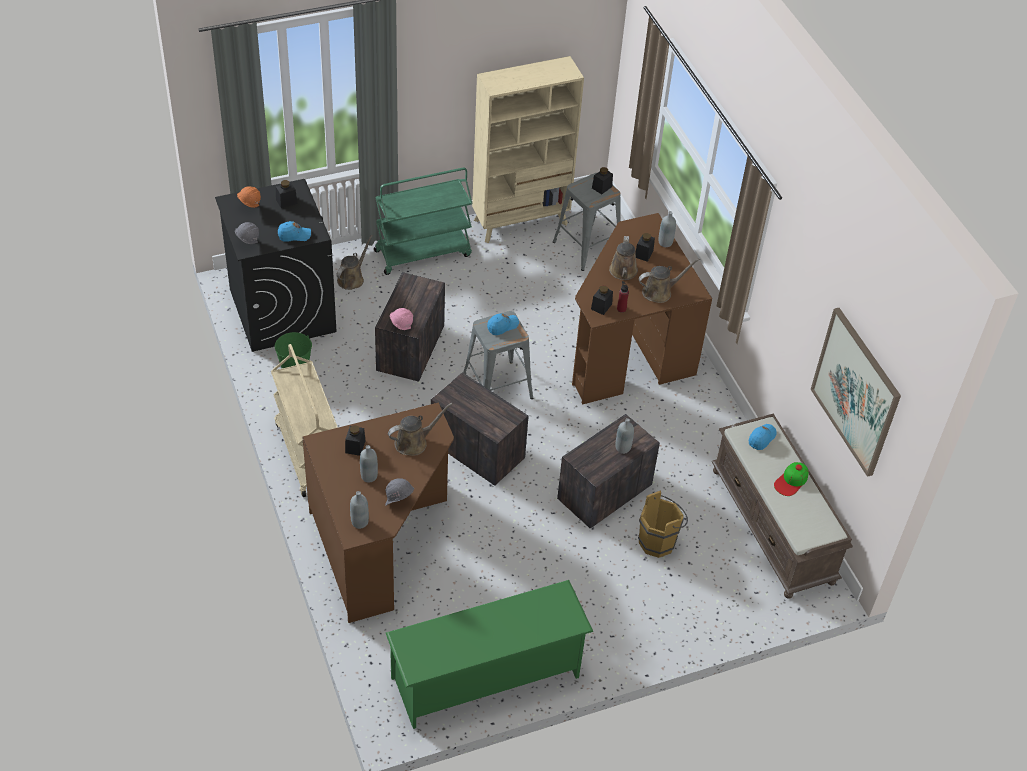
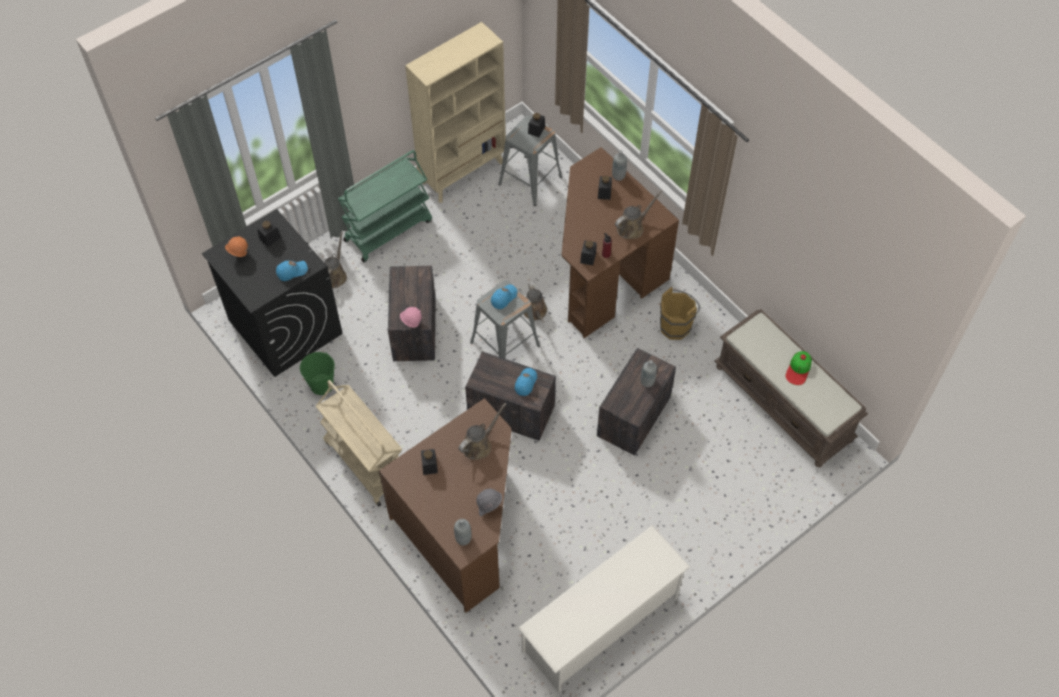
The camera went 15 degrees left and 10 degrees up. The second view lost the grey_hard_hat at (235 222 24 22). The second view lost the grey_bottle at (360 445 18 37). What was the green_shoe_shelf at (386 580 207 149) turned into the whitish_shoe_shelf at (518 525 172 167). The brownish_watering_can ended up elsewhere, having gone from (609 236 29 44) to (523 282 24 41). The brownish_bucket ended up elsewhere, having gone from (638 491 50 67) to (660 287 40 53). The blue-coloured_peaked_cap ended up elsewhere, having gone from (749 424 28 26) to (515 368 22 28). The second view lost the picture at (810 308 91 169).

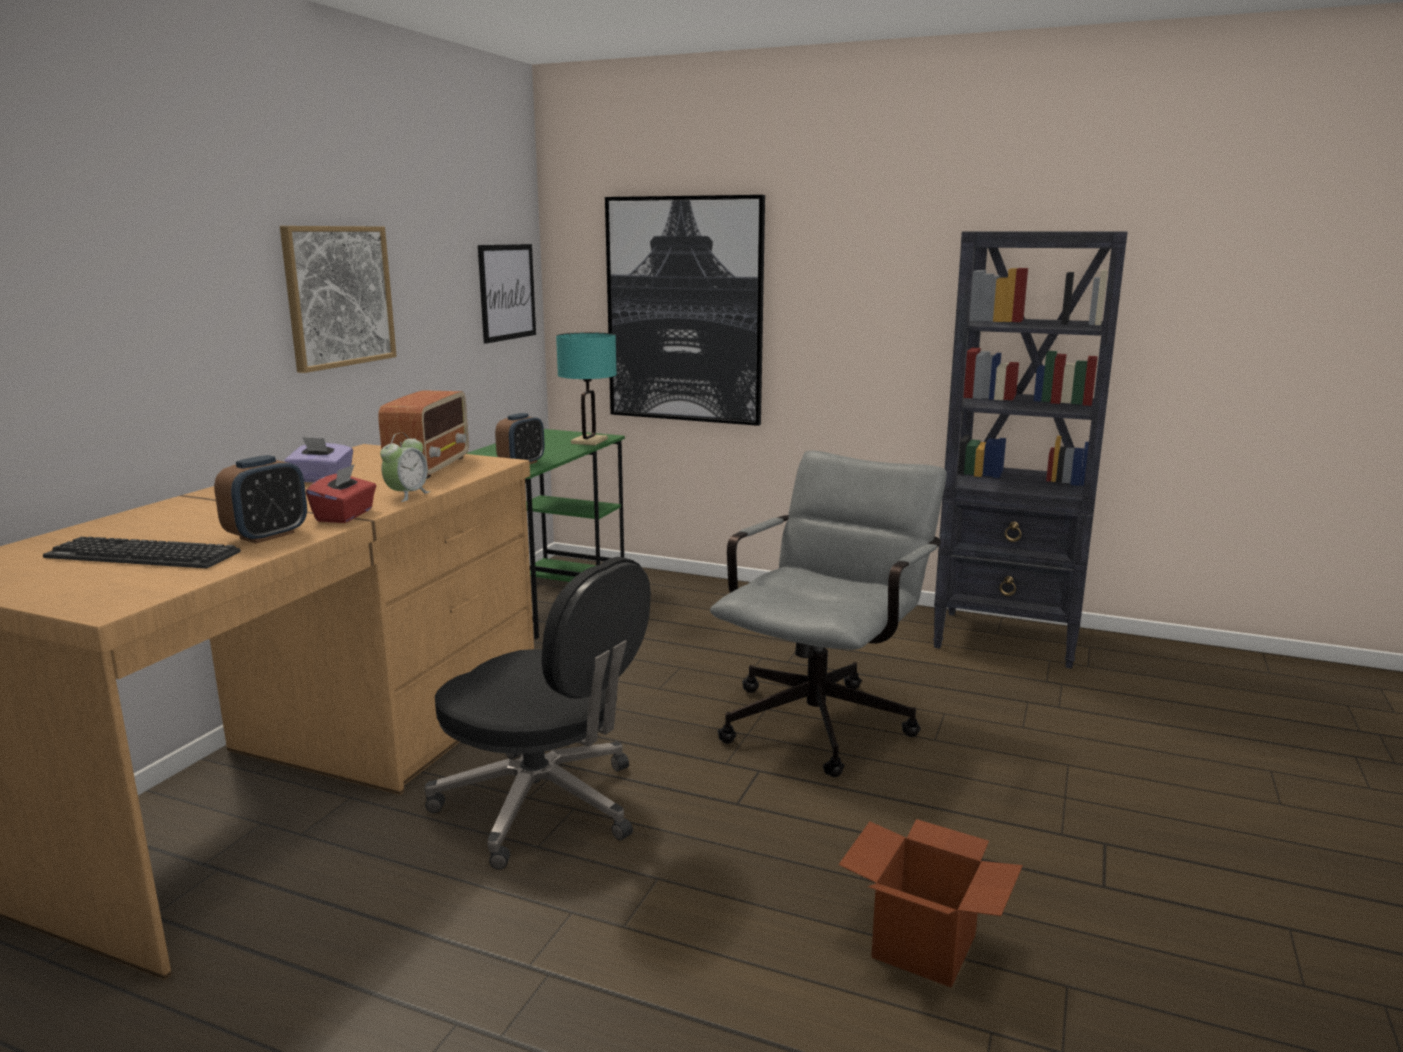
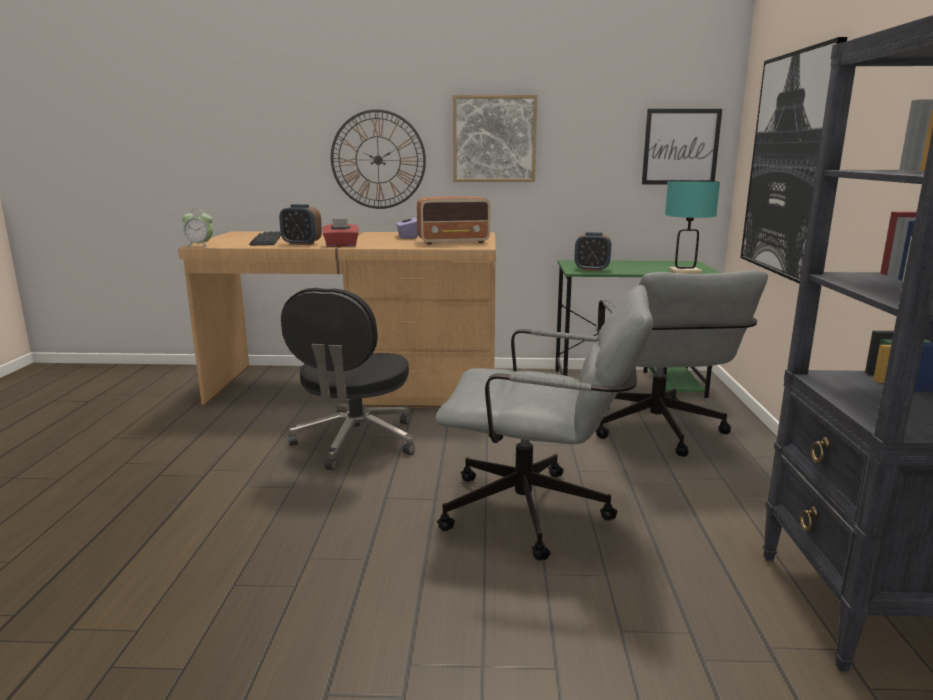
The camera went 70 degrees right and 0 degrees up. The alarm_clock ended up elsewhere, having gone from (380 433 51 69) to (182 211 31 36). The second view lost the cardboard_box at (839 819 184 169). The second view gained the clock_on_the_wall at (331 109 95 100). The second view gained the grey_desk_chair at (595 270 173 187).

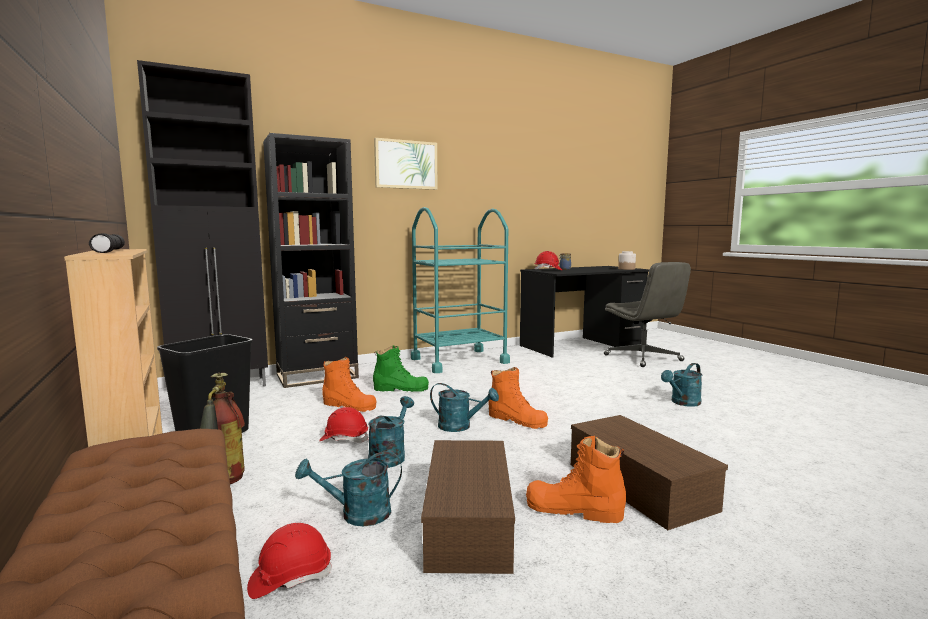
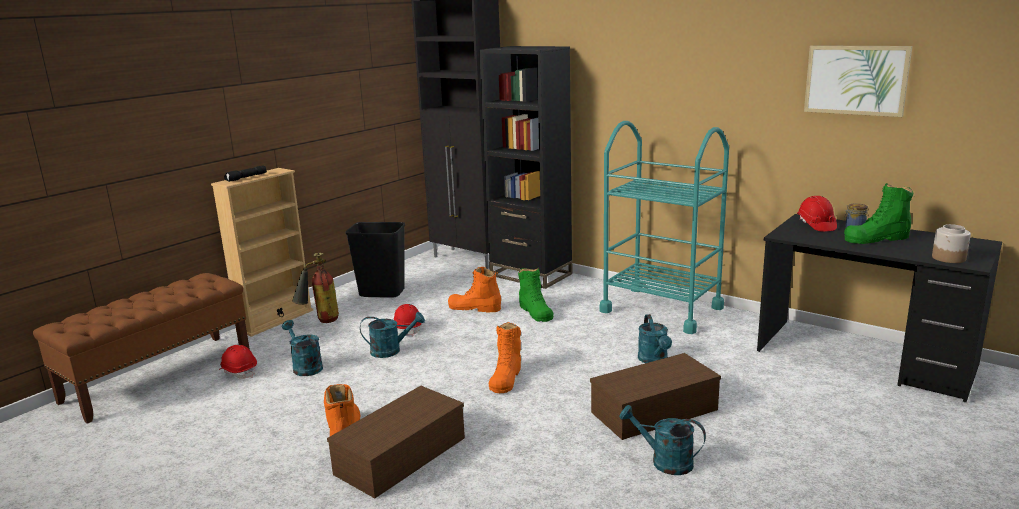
The camera went 65 degrees right and 10 degrees up. The orange-coloured_boot at (322 357 55 55) ended up facing another way, 105 degrees clockwise from before. The picture ended up elsewhere, having gone from (374 138 64 52) to (804 45 108 72). The brownish_storage_bin ended up elsewhere, having gone from (421 440 94 134) to (590 353 131 87). The turquoise_watering_can ended up elsewhere, having gone from (430 383 69 49) to (638 314 34 49). The second view lost the grey_desk_chair at (604 262 87 105). The second view gained the green_boot at (844 183 69 61).

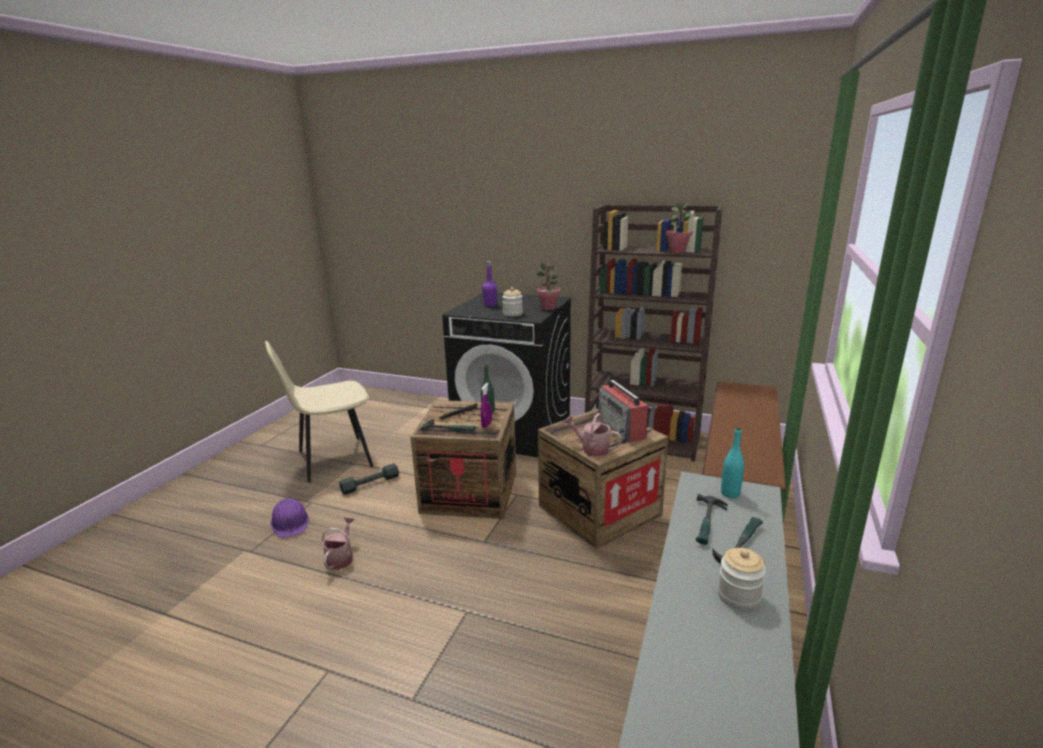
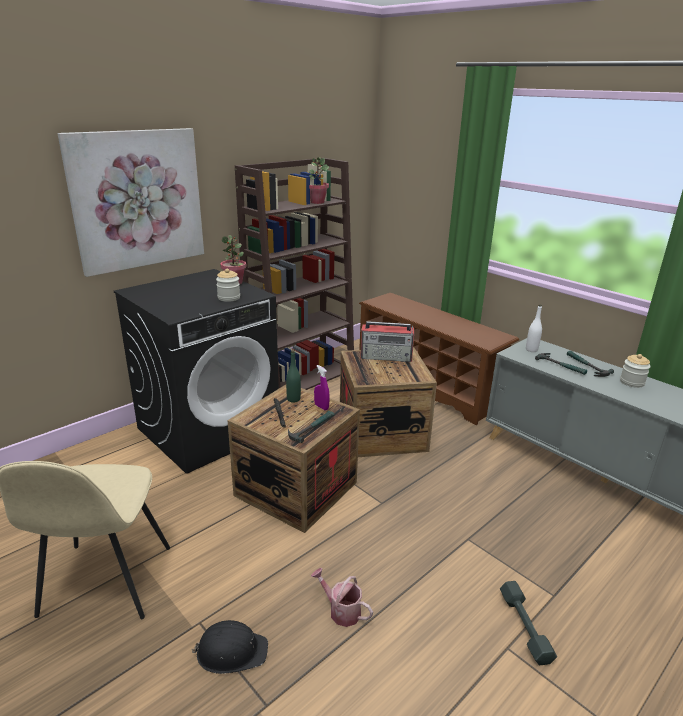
The camera went 65 degrees left and 5 degrees up. What was the purplish_hard_hat at (270 498 39 40) turned into the black_hard_hat at (191 620 77 54). The grey_hand_weight ended up elsewhere, having gone from (339 463 60 32) to (500 581 57 84). The second view lost the purplish_bottle at (482 261 15 46). The second view lost the watering_can at (564 413 58 43). What was the turquoise_bottle at (721 427 23 71) turned into the whitish_bottle at (526 304 16 48). The second view gained the picture at (58 128 146 149).

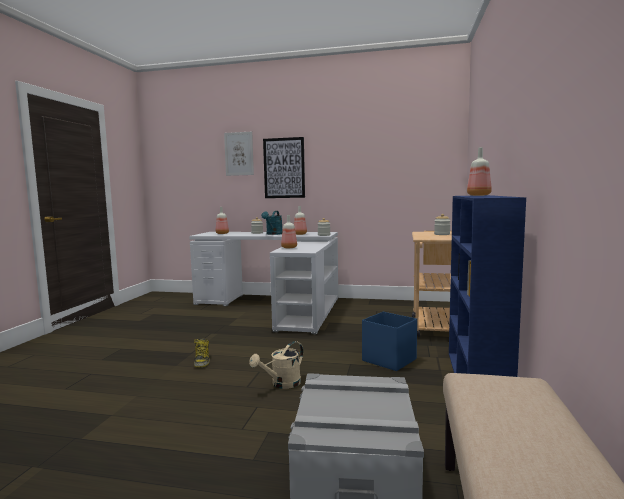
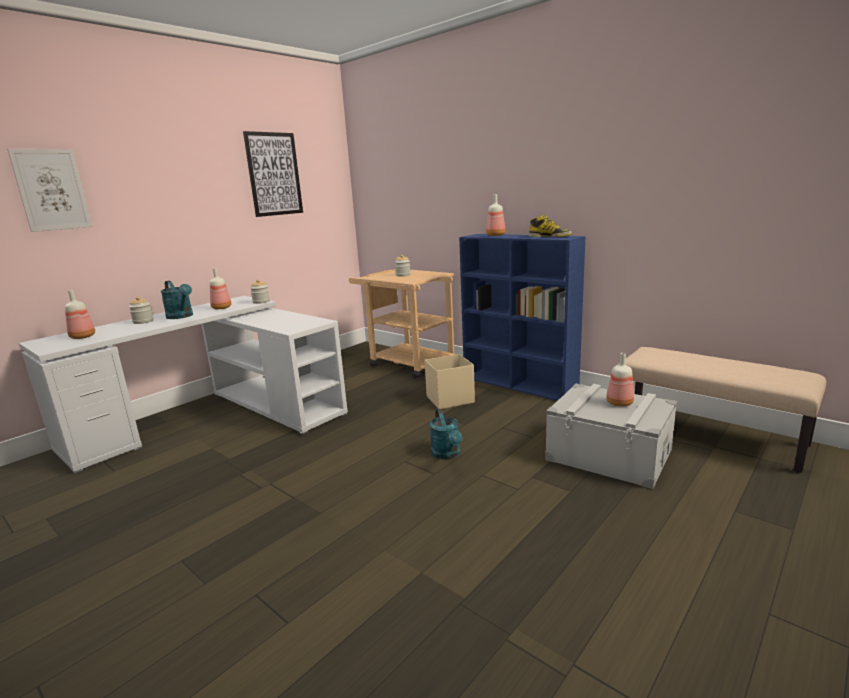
The camera went 60 degrees left and 10 degrees up. The boot ended up elsewhere, having gone from (194 338 15 29) to (529 215 43 22). What was the sand-coloured_watering_can at (249 341 54 48) turned into the turquoise_watering_can at (430 409 32 51). The picture ended up elsewhere, having gone from (263 137 42 61) to (243 131 60 86). The bottle ended up elsewhere, having gone from (281 215 16 33) to (606 353 28 54). What was the blue-coloured_storage_bin at (362 312 55 59) turned into the sand-coloured_storage_bin at (425 354 50 55).

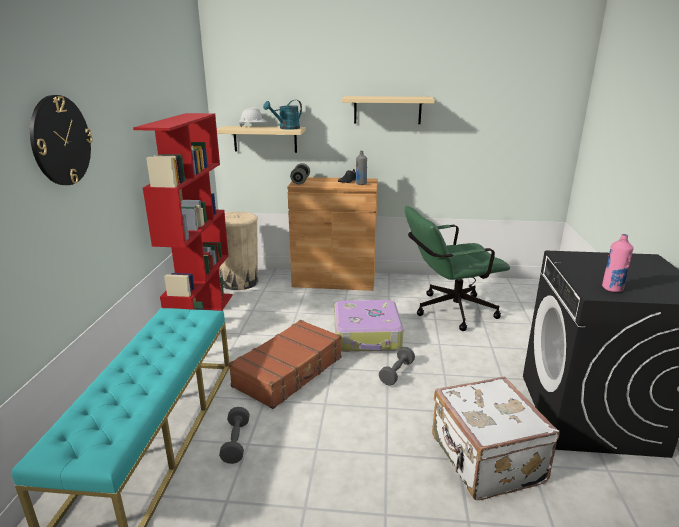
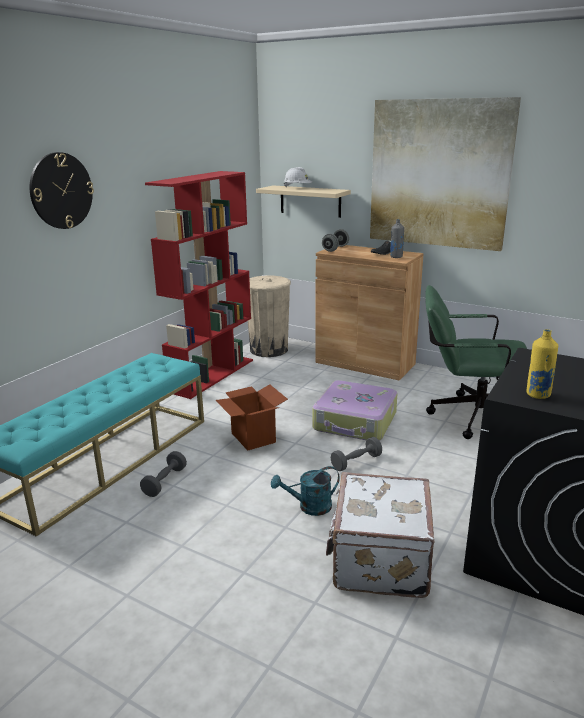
The camera went 25 degrees right and 0 degrees up. Where the brownish_travel_case stood at (229 320 112 89), the cardboard_box came to stand at (216 384 72 67). The turquoise_watering_can ended up elsewhere, having gone from (263 100 39 30) to (271 466 69 50). Where the sand-coloured_shelf hung at (342 96 93 28), the picture came to hang at (370 97 151 154). What was the pink-coloured_bottle at (602 234 32 58) turned into the yellowish_bottle at (527 329 31 70).

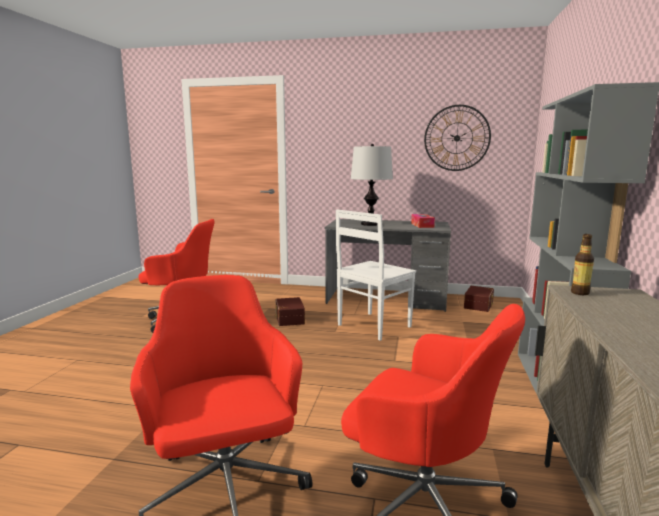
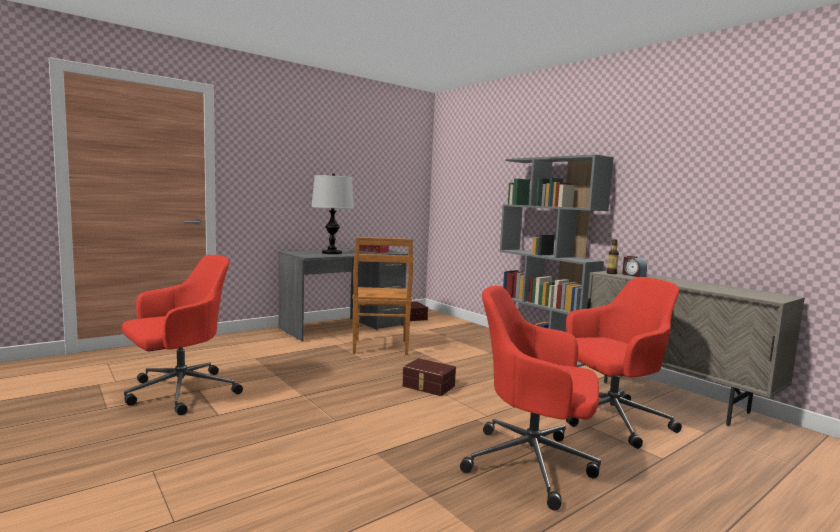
The camera went 50 degrees left and 5 degrees down. The brownish_storage_bin ended up elsewhere, having gone from (275 297 30 29) to (402 358 54 38). What was the whitish_plain_chair at (336 210 80 131) turned into the brownish_plain_chair at (352 237 61 118). The second view lost the clock_on_the_wall at (424 105 67 66). The second view gained the alarm_clock at (622 256 25 21).

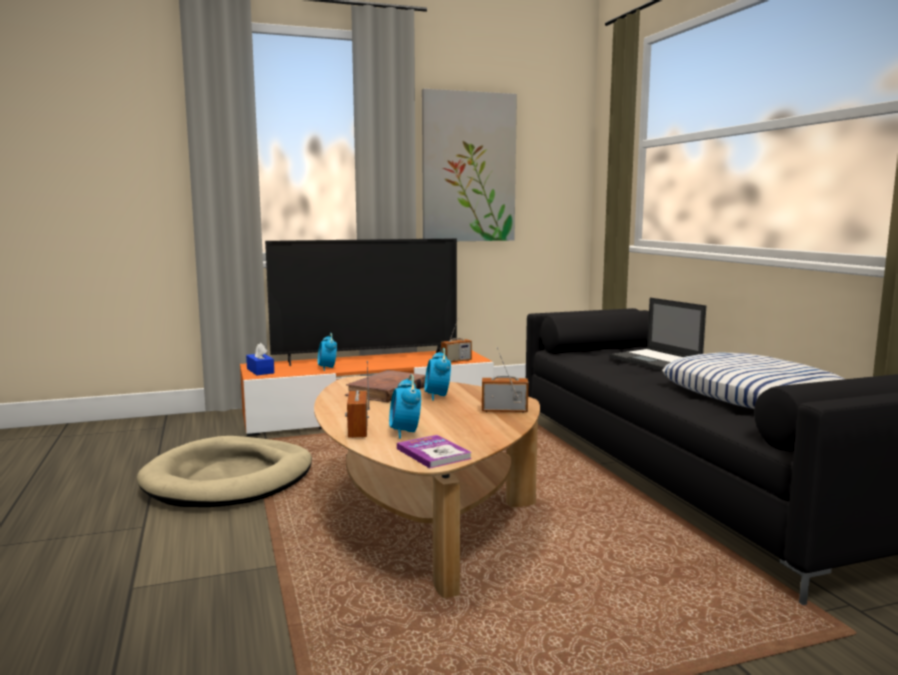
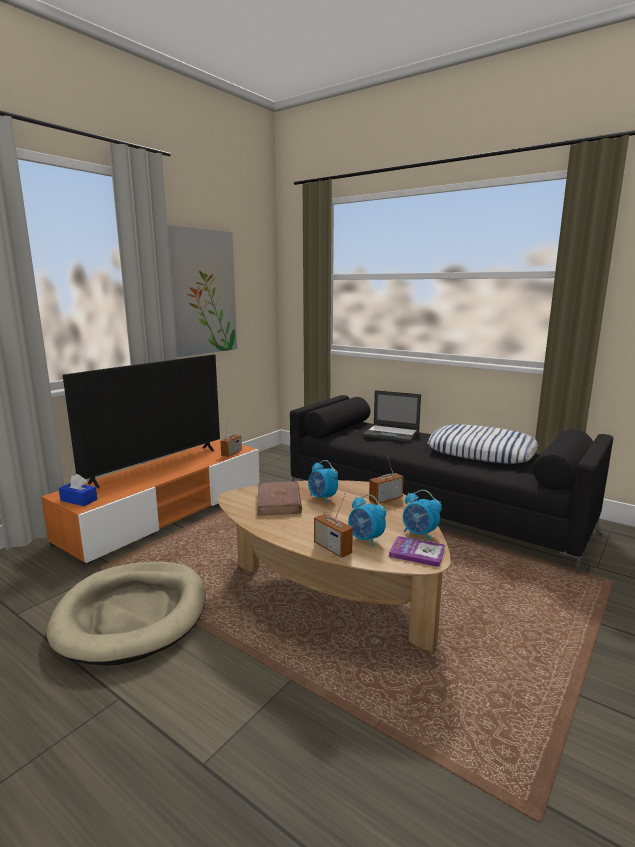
The camera went 35 degrees left and 5 degrees up. The alarm_clock ended up elsewhere, having gone from (318 333 19 38) to (403 490 39 50).

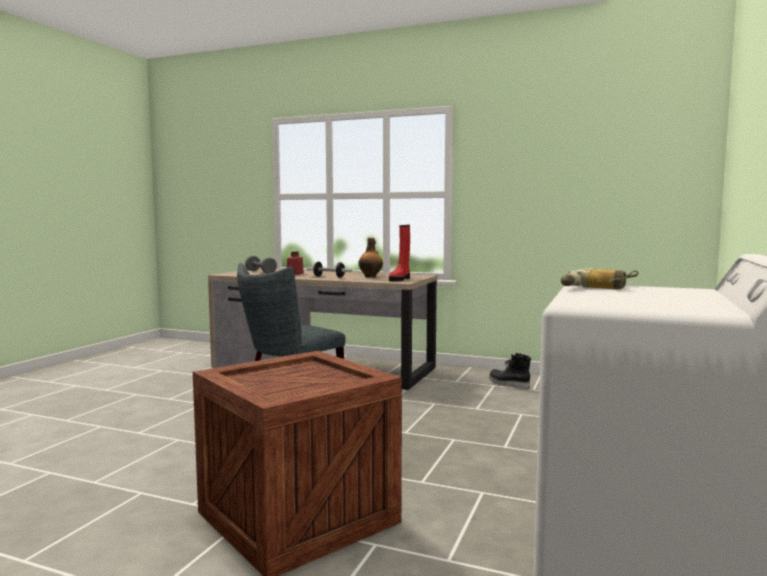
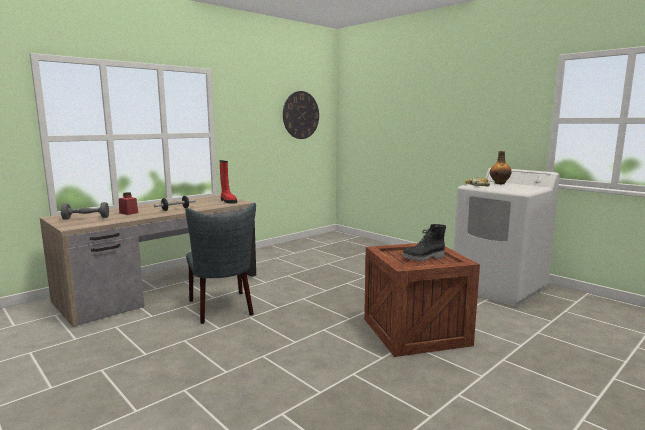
The camera went 65 degrees left and 5 degrees up. The bottle ended up elsewhere, having gone from (358 238 25 39) to (490 151 22 33). The black_boot ended up elsewhere, having gone from (489 353 42 37) to (402 224 44 37). The second view gained the clock_on_the_wall at (283 91 36 48).

